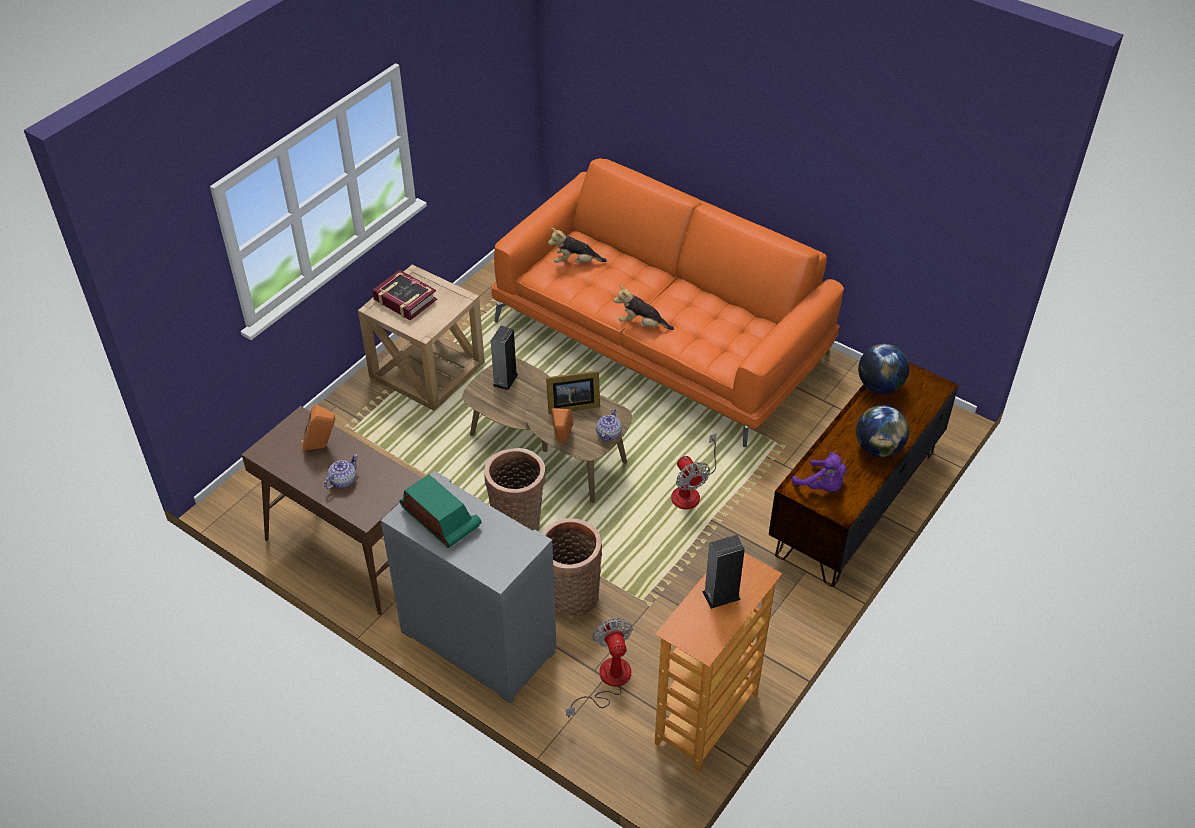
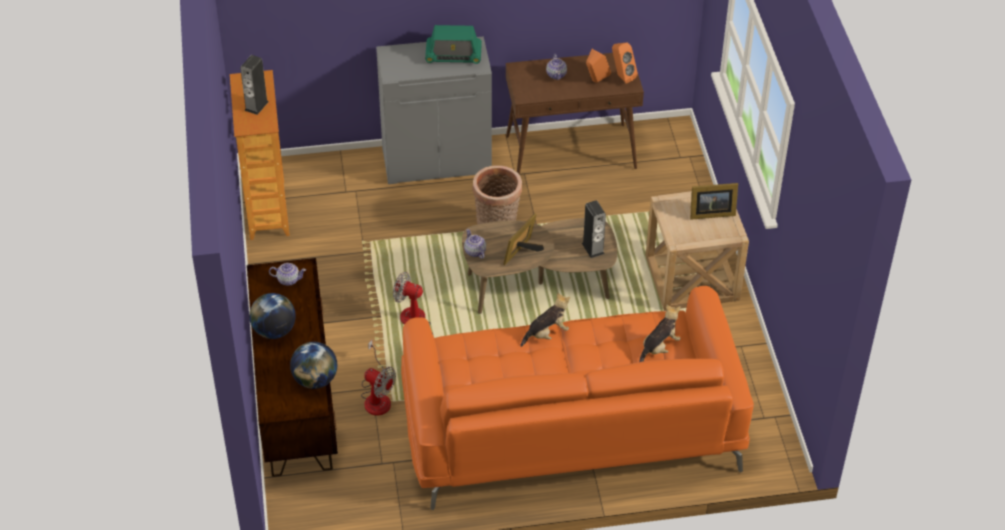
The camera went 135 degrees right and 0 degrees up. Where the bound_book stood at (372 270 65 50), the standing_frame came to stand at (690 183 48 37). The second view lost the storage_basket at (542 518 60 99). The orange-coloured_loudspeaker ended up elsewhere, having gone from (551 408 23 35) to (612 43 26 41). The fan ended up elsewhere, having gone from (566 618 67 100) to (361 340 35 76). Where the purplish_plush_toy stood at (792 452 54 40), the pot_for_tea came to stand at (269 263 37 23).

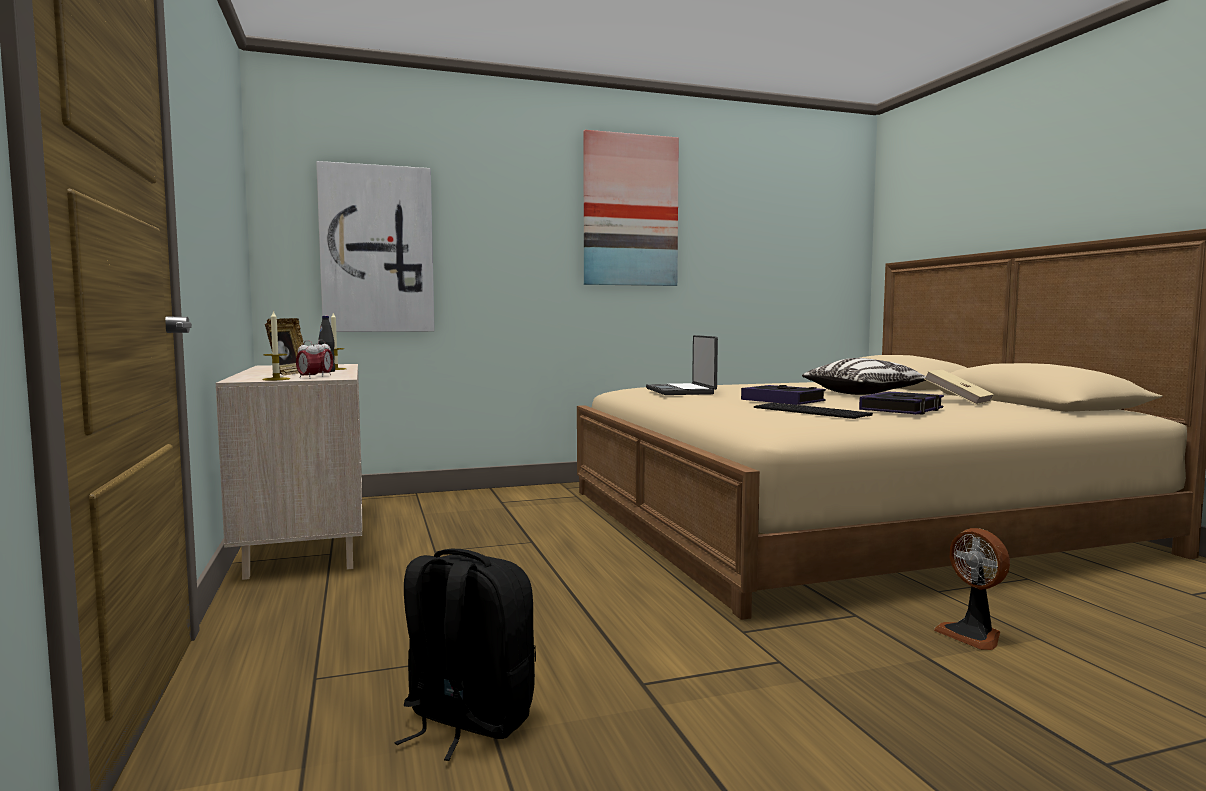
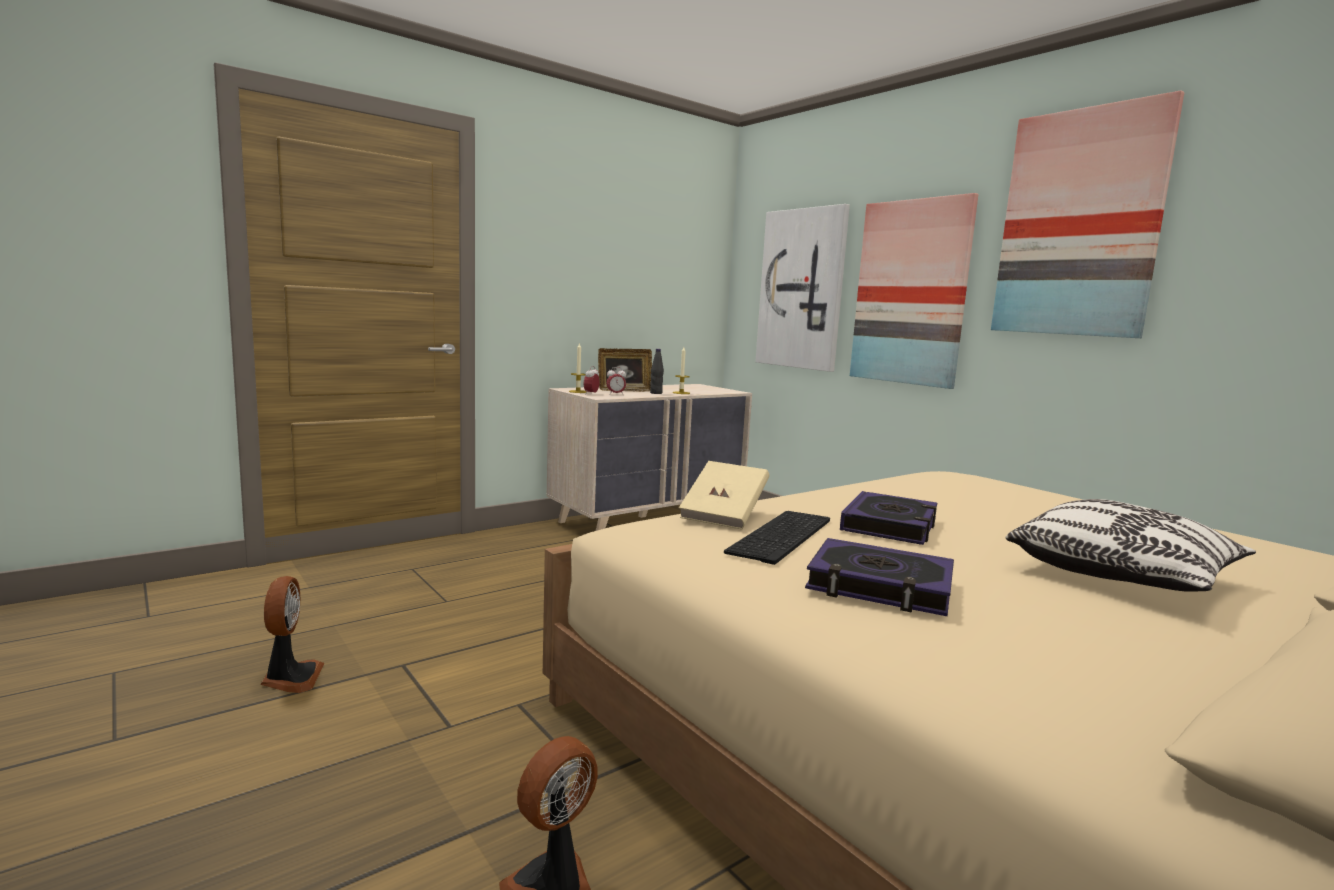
The camera went 70 degrees right and 5 degrees up. The second view lost the black_knapsack at (394 549 142 212). The second view lost the portable_computer at (646 335 72 60). The sand-coloured_bound_book ended up elsewhere, having gone from (924 370 70 35) to (679 461 90 69). The second view gained the fan at (260 576 65 117). The second view gained the picture at (850 193 128 196).

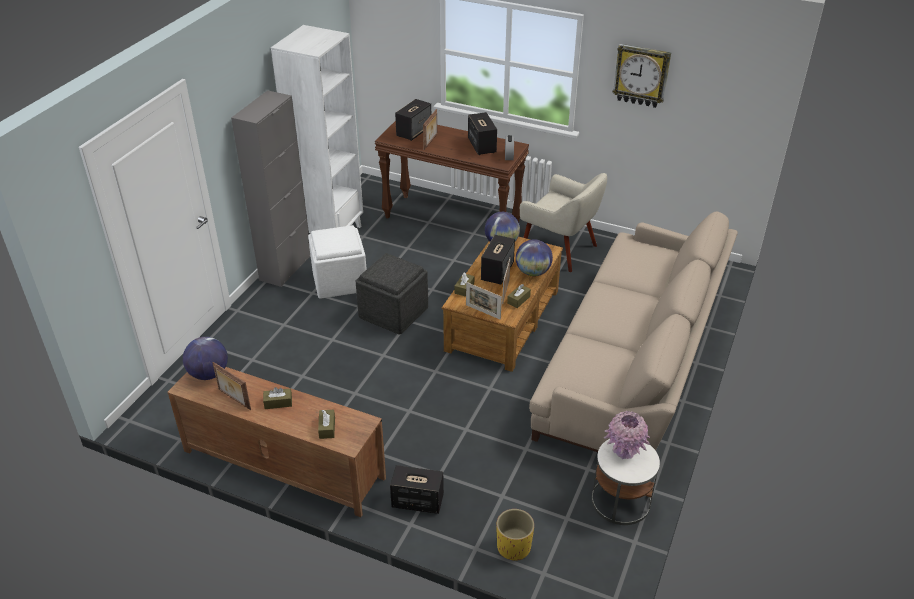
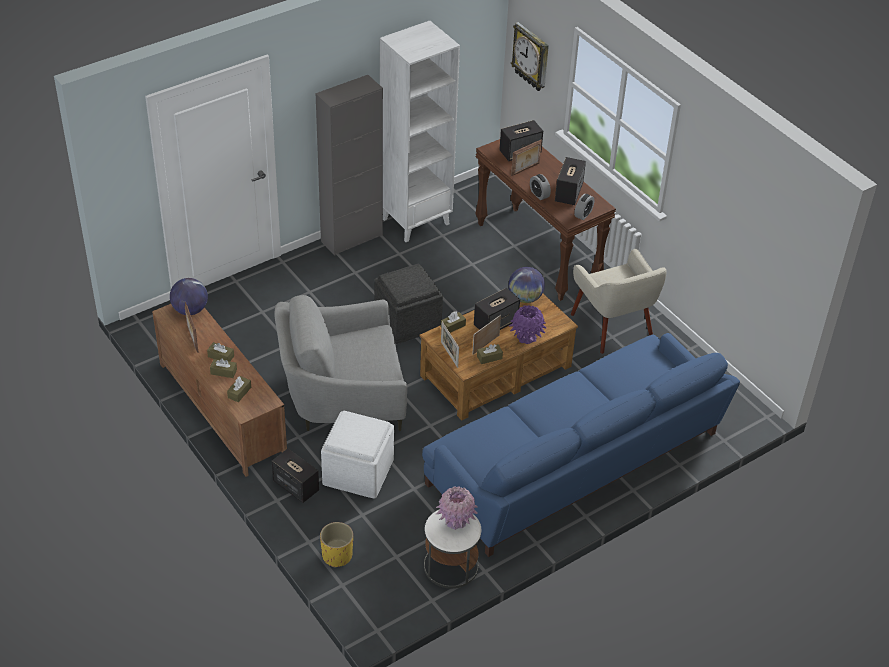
The camera went 30 degrees right and 5 degrees up. The whitish_pouffe ended up elsewhere, having gone from (308 225 59 74) to (321 411 73 87). Where the desk_globe stood at (516 239 37 37), the purplish_flower_vase came to stand at (509 305 38 39). What was the sand-coloured_couch at (529 212 209 240) turned into the blue-coloured_couch at (422 333 318 224). The clock_on_the_wall ended up elsewhere, having gone from (613 44 58 64) to (511 22 38 69). The second view gained the brownish_tissue_holder at (210 358 27 20). The second view gained the grey_lounge_chair at (274 295 133 136). The second view gained the alarm_clock at (530 174 21 26).

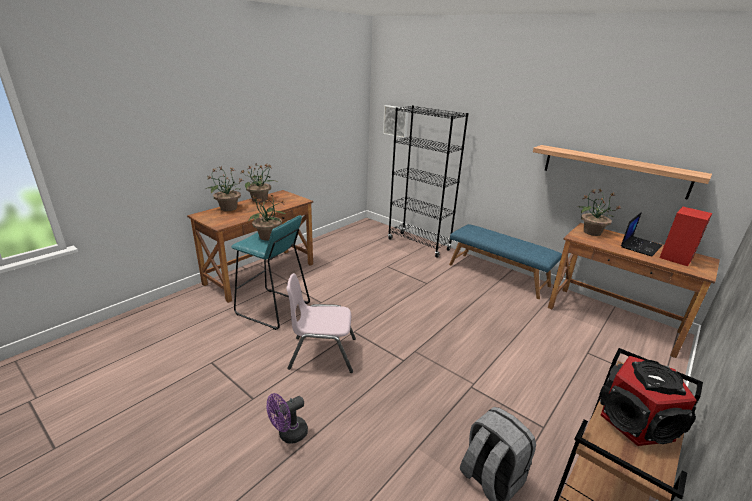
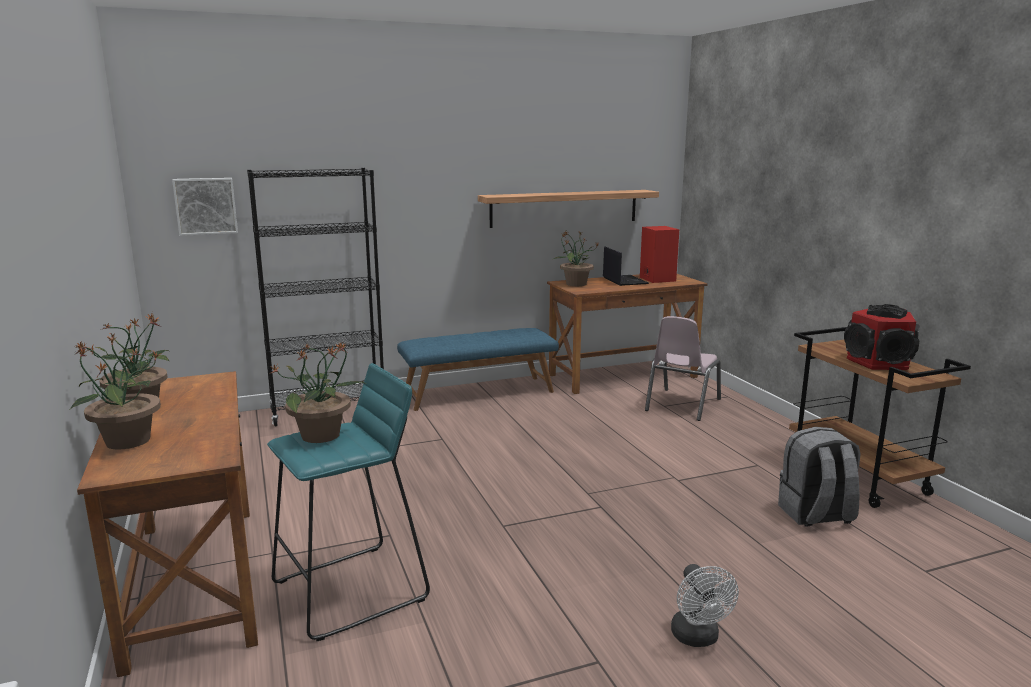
The camera went 60 degrees left and 10 degrees down. What was the purplish_fan at (267 393 41 51) turned into the whitish_fan at (671 564 68 83). The pink-coloured_plain_chair ended up elsewhere, having gone from (286 273 70 100) to (645 316 76 105).

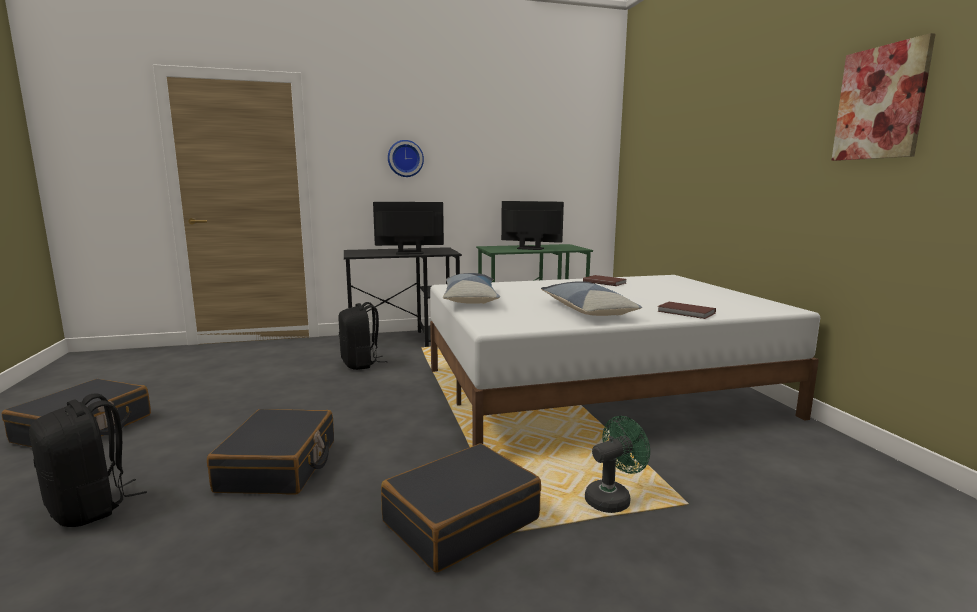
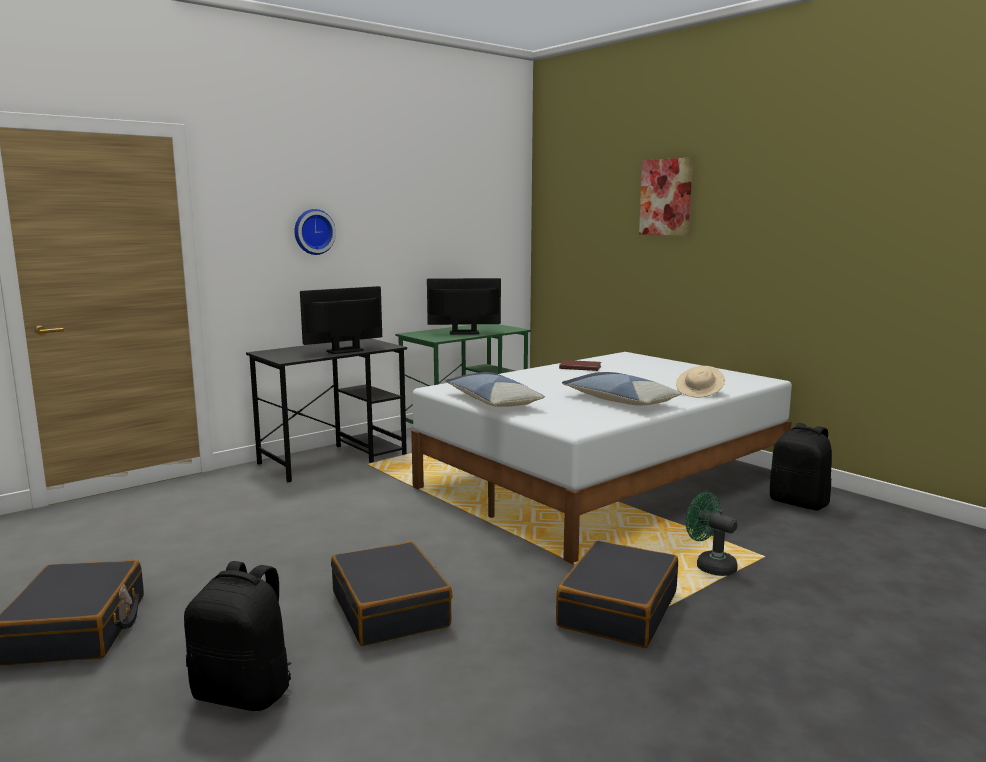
The camera went 25 degrees left and 0 degrees up. The black_knapsack ended up elsewhere, having gone from (338 302 50 68) to (770 423 62 87). The green_fan at (585 416 65 97) ended up facing another way, 75 degrees counterclockwise from before. Where the brownish_bound_book stood at (657 302 59 17), the sand-coloured_hat came to stand at (676 366 49 32). The picture ended up elsewhere, having gone from (831 33 105 128) to (639 157 54 79).

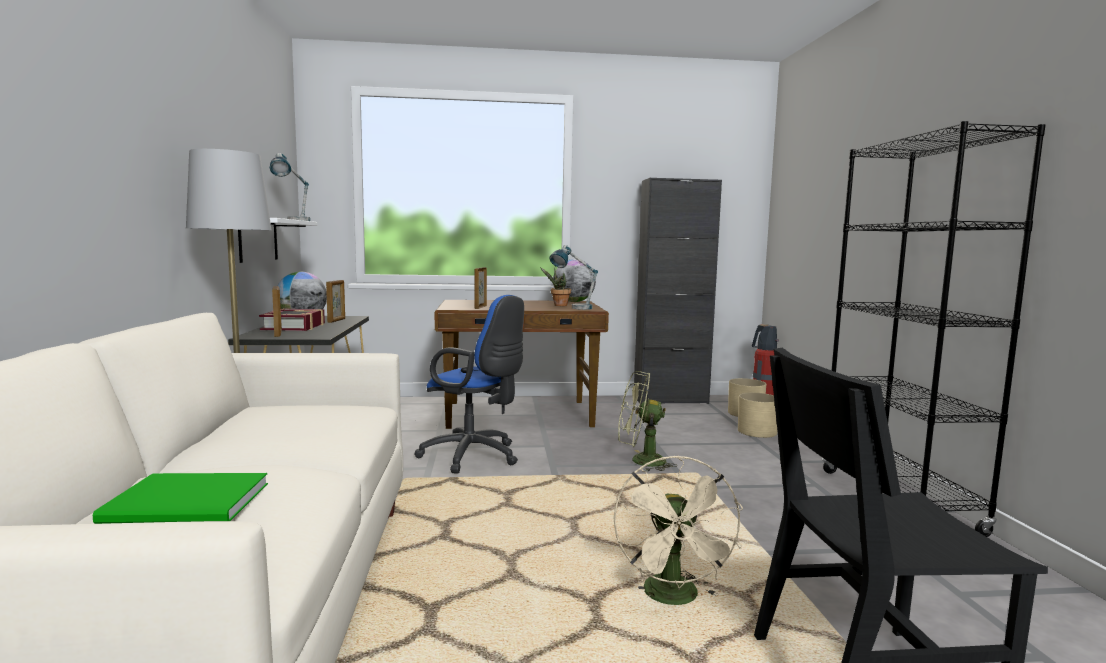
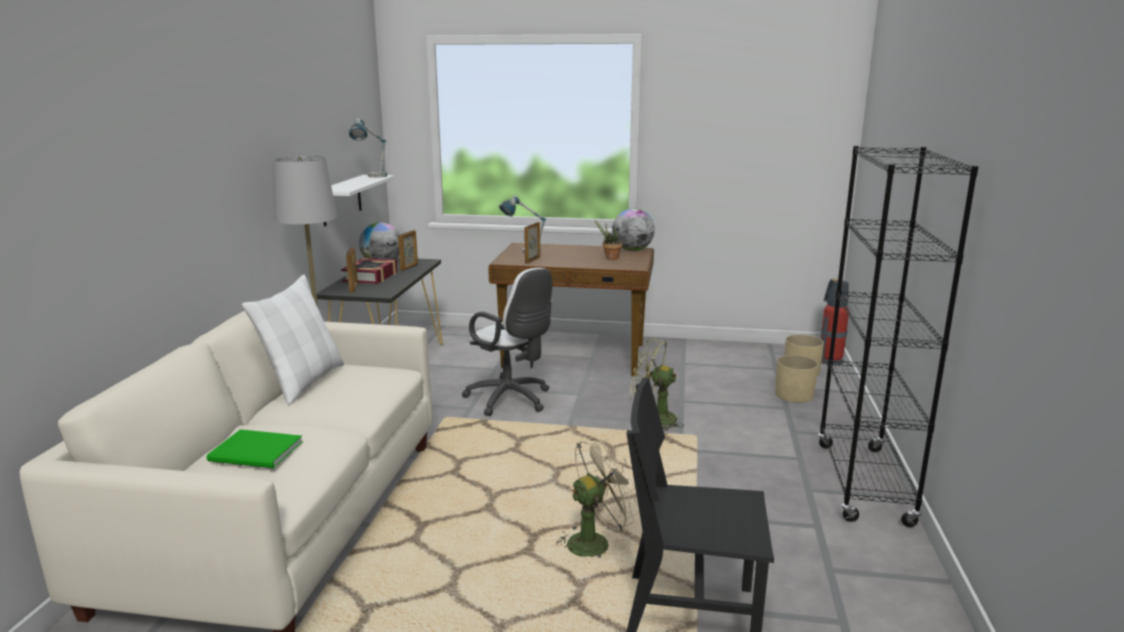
The camera went 15 degrees right and 10 degrees up. What was the blue-coloured_desk_chair at (415 295 109 179) turned into the whitish_desk_chair at (462 268 90 148). The table_lamp ended up elsewhere, having gone from (549 245 49 65) to (499 195 47 59). The sand-coloured_fan at (613 456 130 149) ended up facing another way, 135 degrees counterclockwise from before. The second view lost the black_cupboard at (634 178 88 226). The second view gained the whitish_cushion at (242 275 102 130).

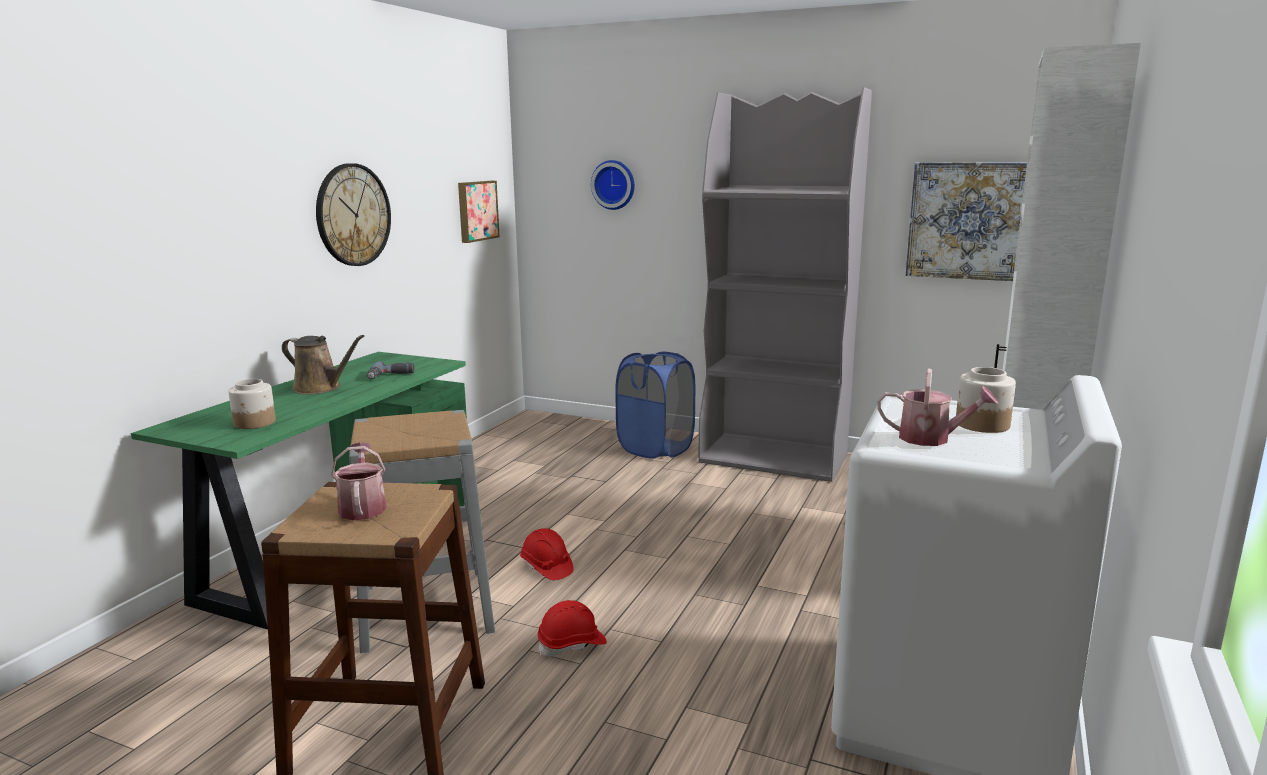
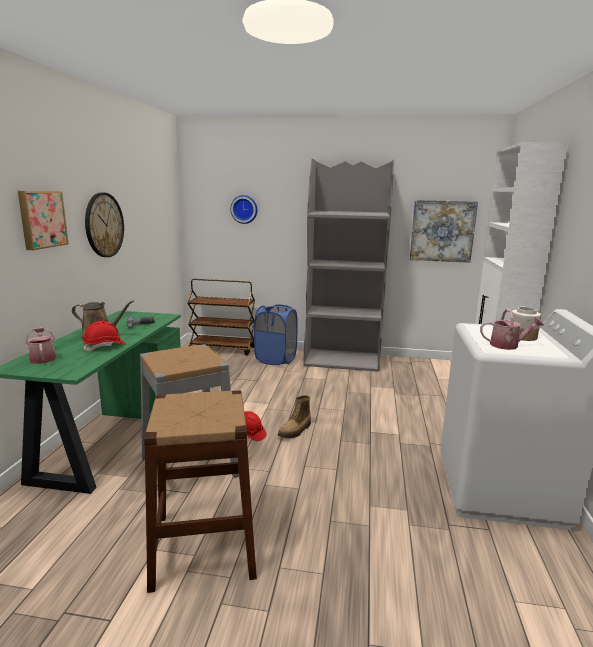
The camera went 15 degrees left and 0 degrees up. The second view lost the jar at (228 379 48 50). The watering_can ended up elsewhere, having gone from (331 442 56 78) to (26 327 30 37). The picture ended up elsewhere, having gone from (458 181 42 62) to (18 191 51 59). The reddish_hard_hat ended up elsewhere, having gone from (538 600 69 57) to (82 321 44 30). The second view gained the brownish_cart at (187 279 68 77). The second view gained the boot at (278 395 33 43).

